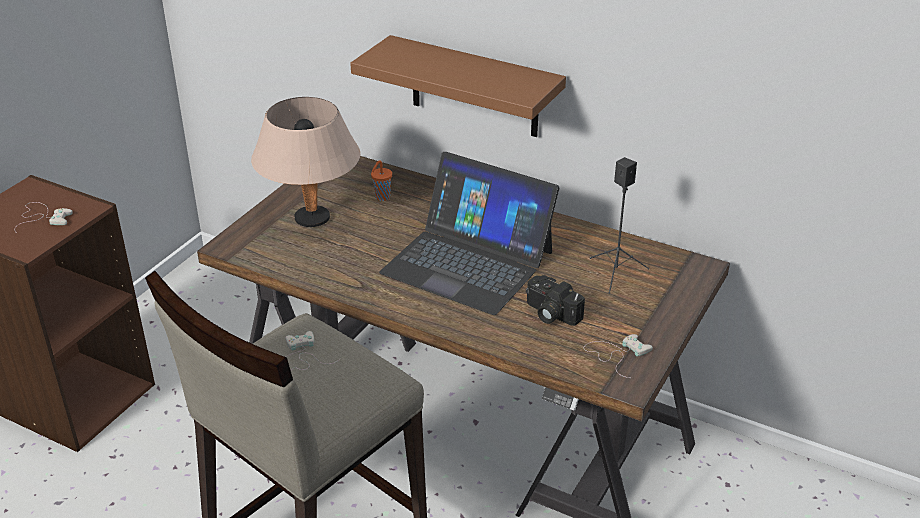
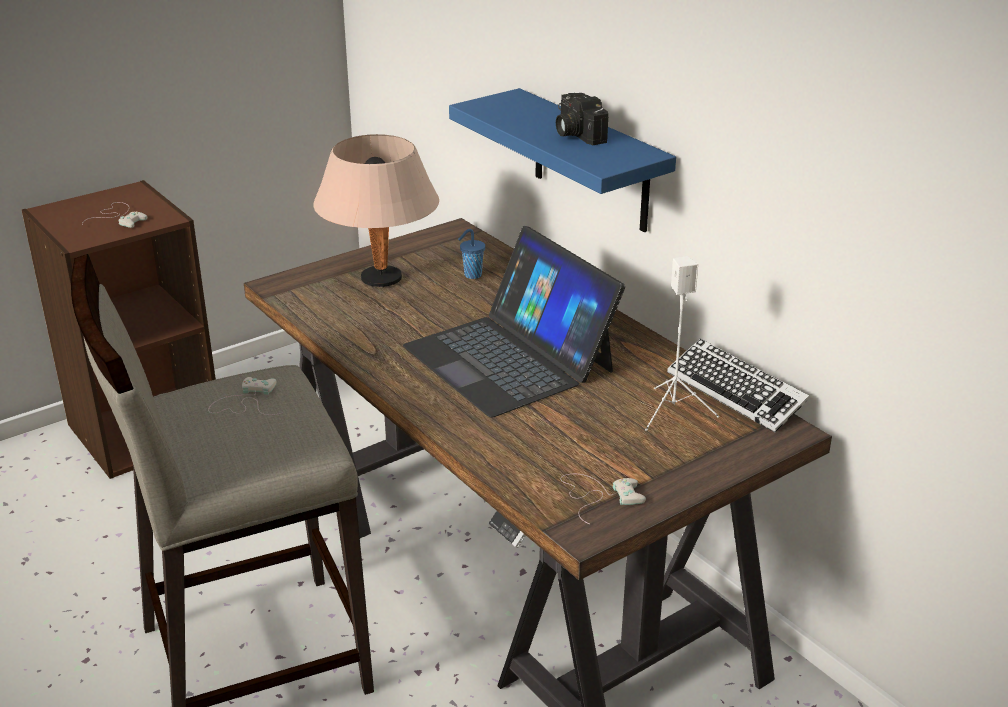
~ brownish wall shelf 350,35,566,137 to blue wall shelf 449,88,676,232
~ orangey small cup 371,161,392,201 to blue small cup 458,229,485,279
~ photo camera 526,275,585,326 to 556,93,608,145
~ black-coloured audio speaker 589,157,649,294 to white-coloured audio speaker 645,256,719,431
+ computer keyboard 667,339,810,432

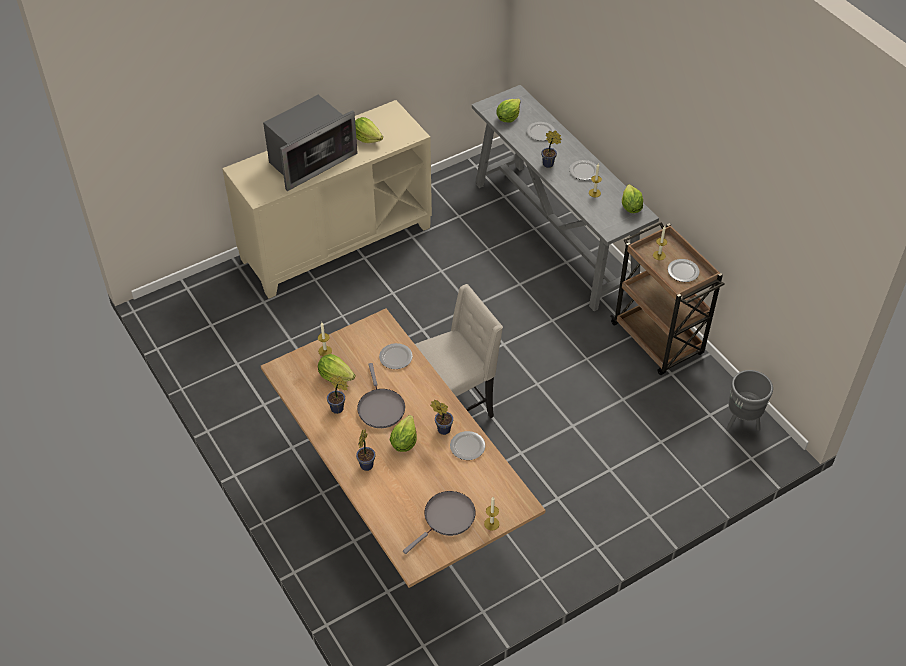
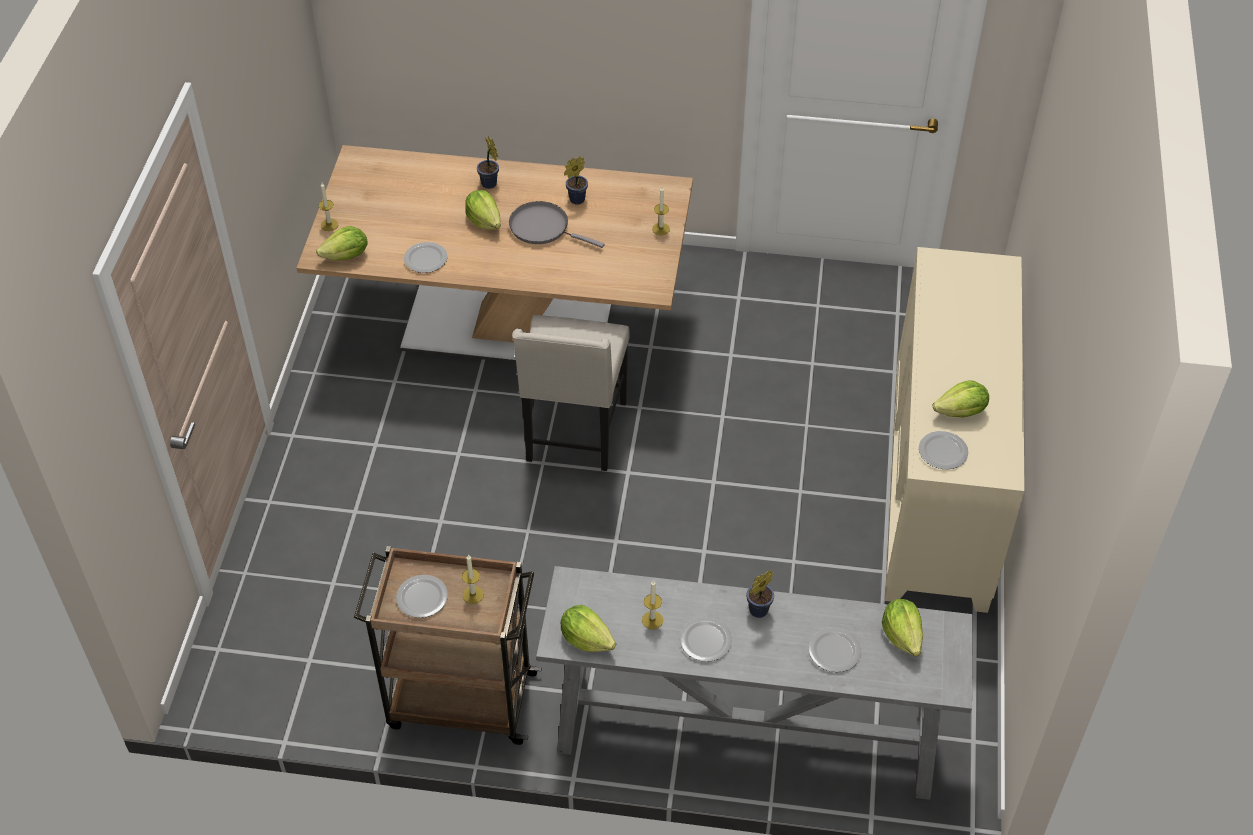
- kitchen microwave 263,95,358,191
~ lettuce head 318,354,355,382 to 316,226,368,260
~ dinner plate 379,343,413,369 to 919,431,968,469
- greyish frying pan 403,491,476,554
- houseplant 430,400,453,435
- greyish flower pot 726,370,773,431

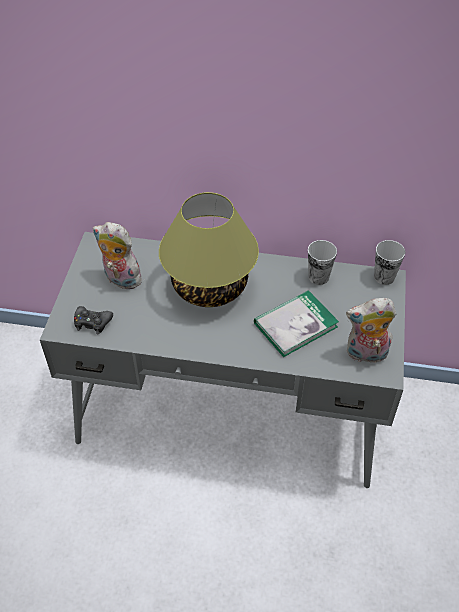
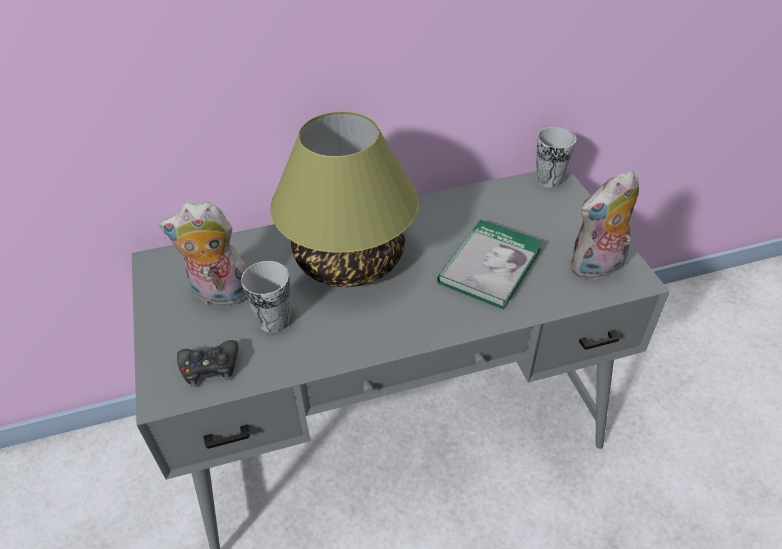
~ small cup 308,240,337,285 to 241,261,291,333

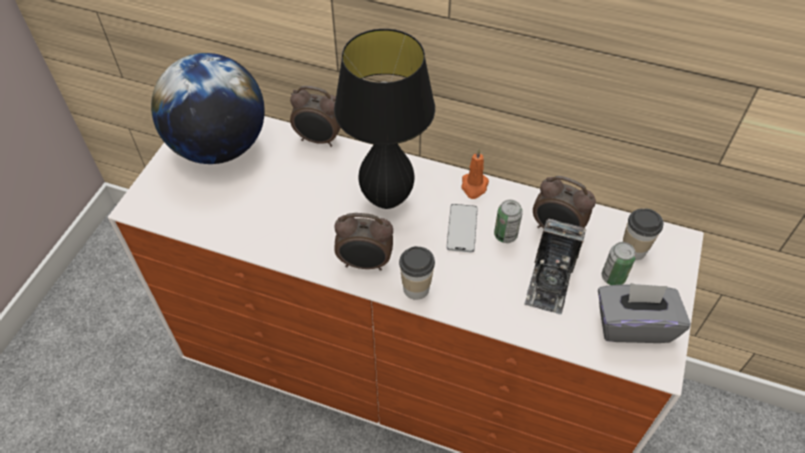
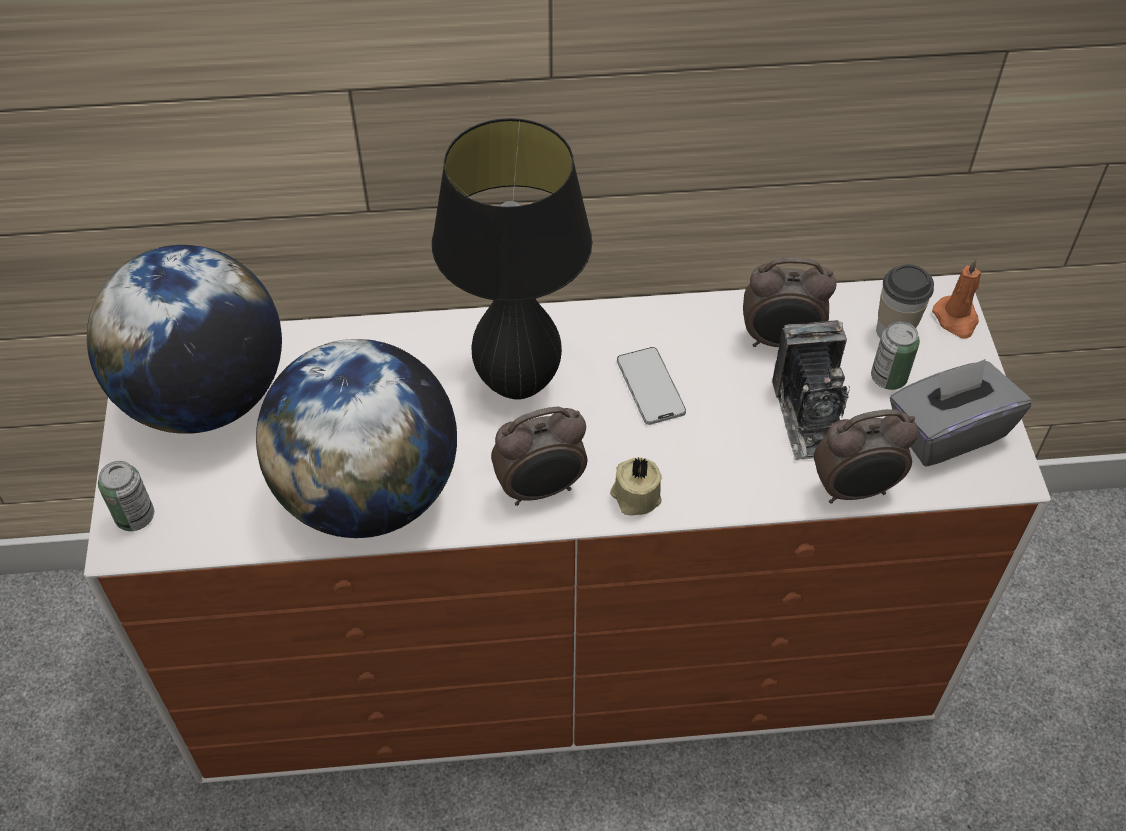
~ bedside clock 290,86,341,147 to 814,409,918,504
~ small cup 399,246,435,300 to sand-coloured wax light 610,457,662,516
~ orangey wax light 461,149,489,199 to 932,259,981,339
~ metal can 494,200,523,243 to 98,461,154,531
+ desk globe 256,339,457,538

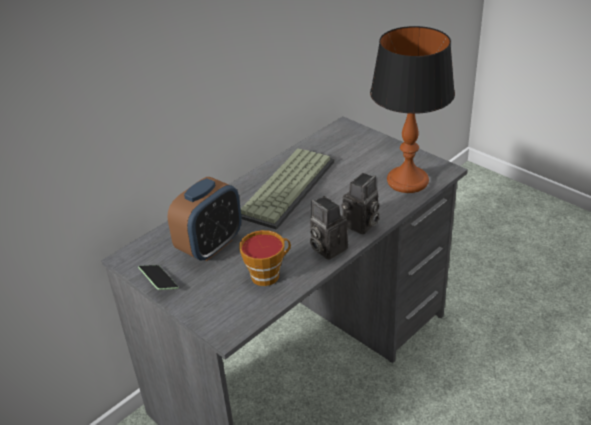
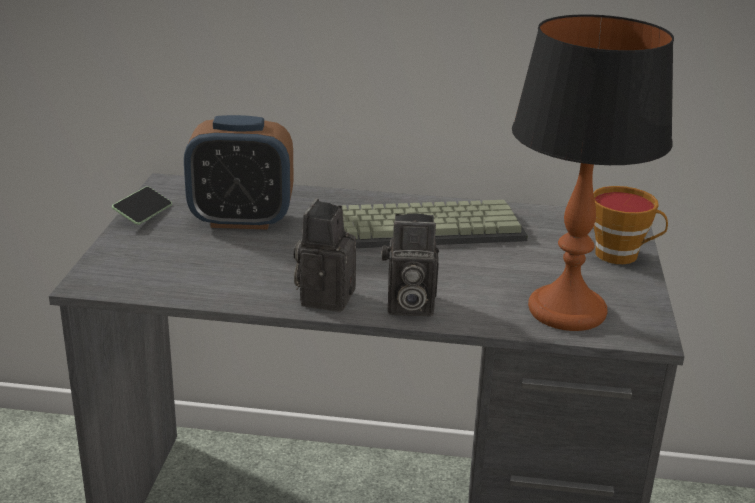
~ small cup 239,230,291,286 to 593,186,668,264

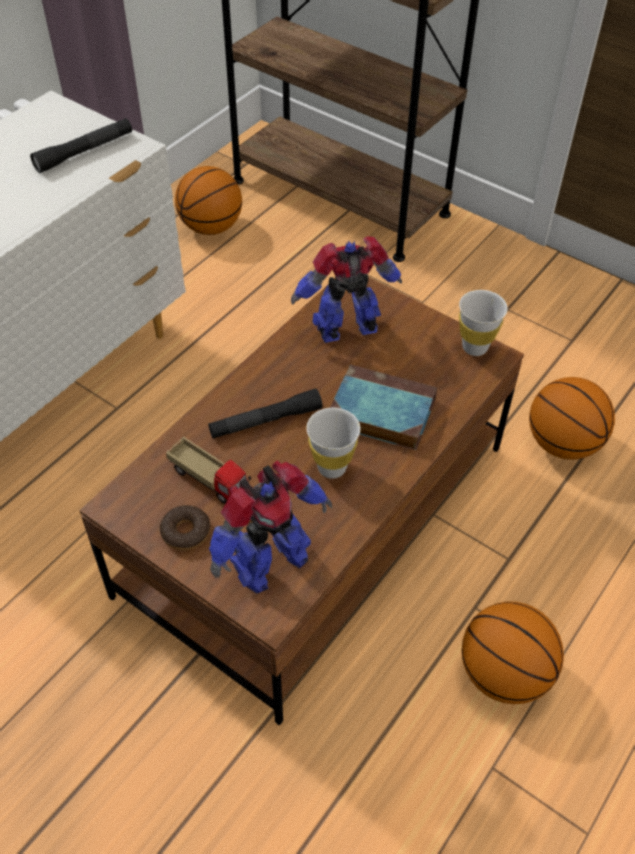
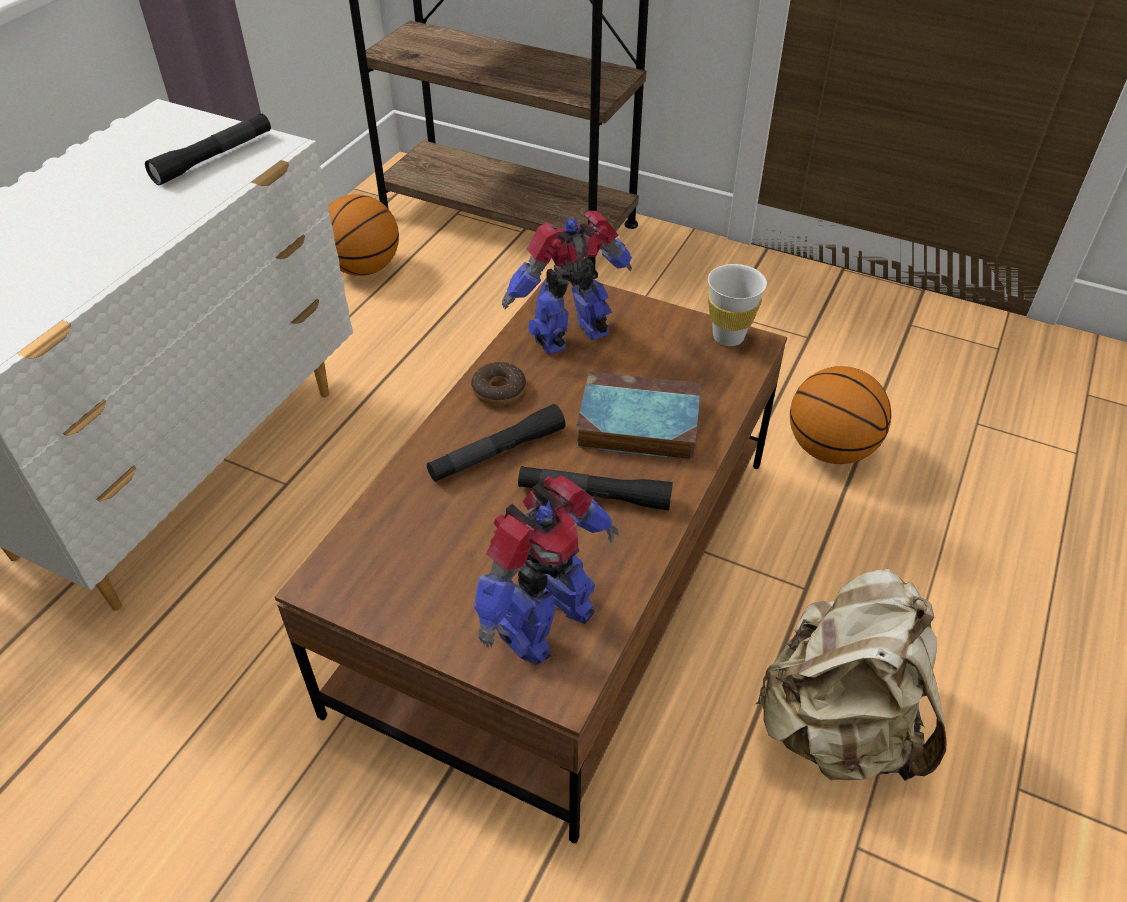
~ doughnut 160,505,210,551 to 471,362,526,405
- model truck 166,437,251,504
~ white-coloured small cup 306,408,360,479 to black-coloured hand torch 518,466,673,511
~ basketball ball 462,601,564,704 to sand-coloured knapsack 755,569,947,781

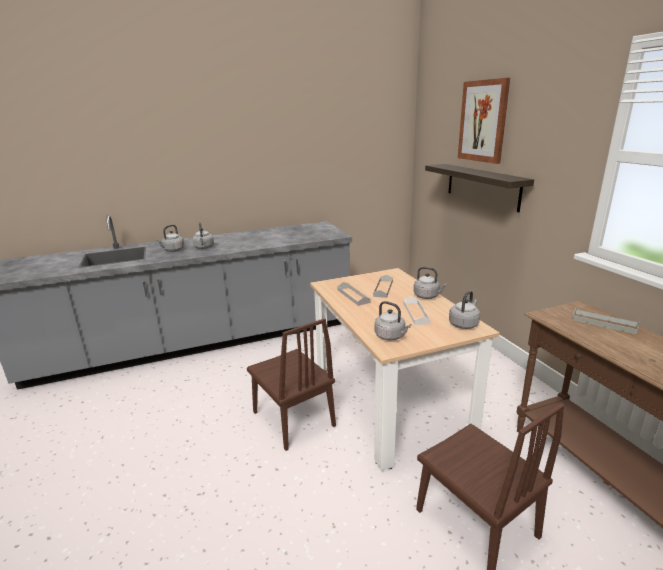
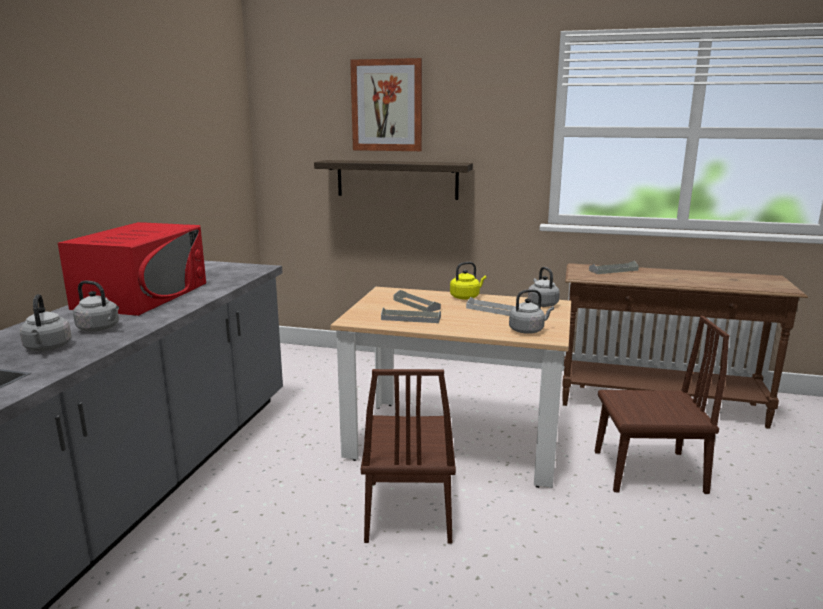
~ brownish chair 247,318,336,451 = 361,369,456,544 90 degrees clockwise
~ greyish water kettle 414,267,447,299 to yellow-coloured water kettle 450,262,487,300
+ red-coloured kitchen microwave 58,222,206,316

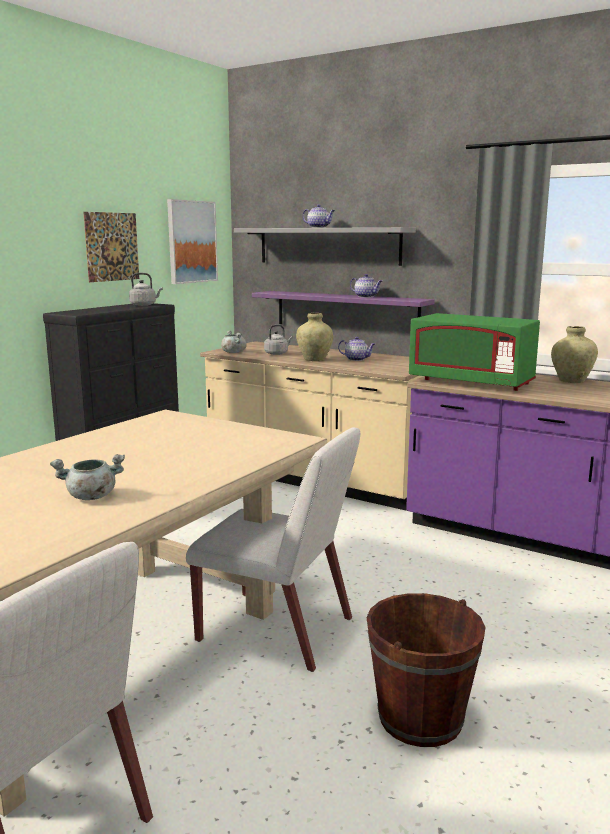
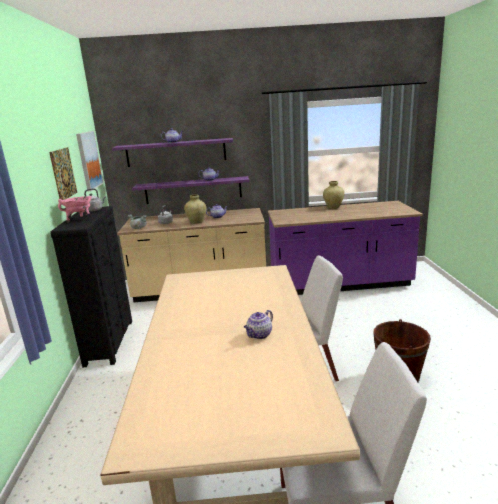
~ greyish cooking pot 50,454,125,500 to pot for tea 244,310,273,339
~ greyish wall shelf 234,227,416,266 to purple wall shelf 112,138,233,167
- greenish kitchen microwave 409,313,540,391
+ pink-coloured cooking pot 58,196,92,223

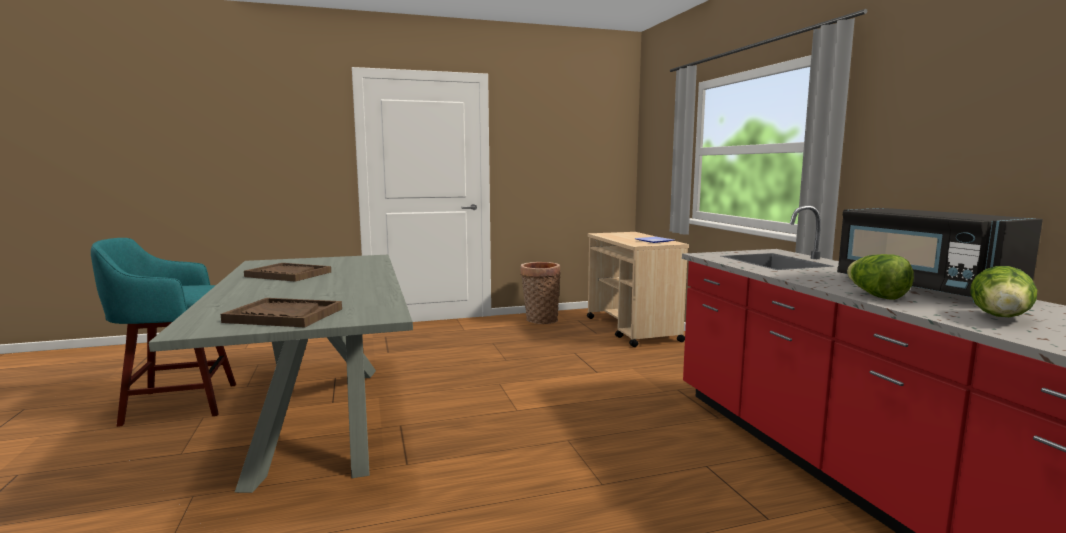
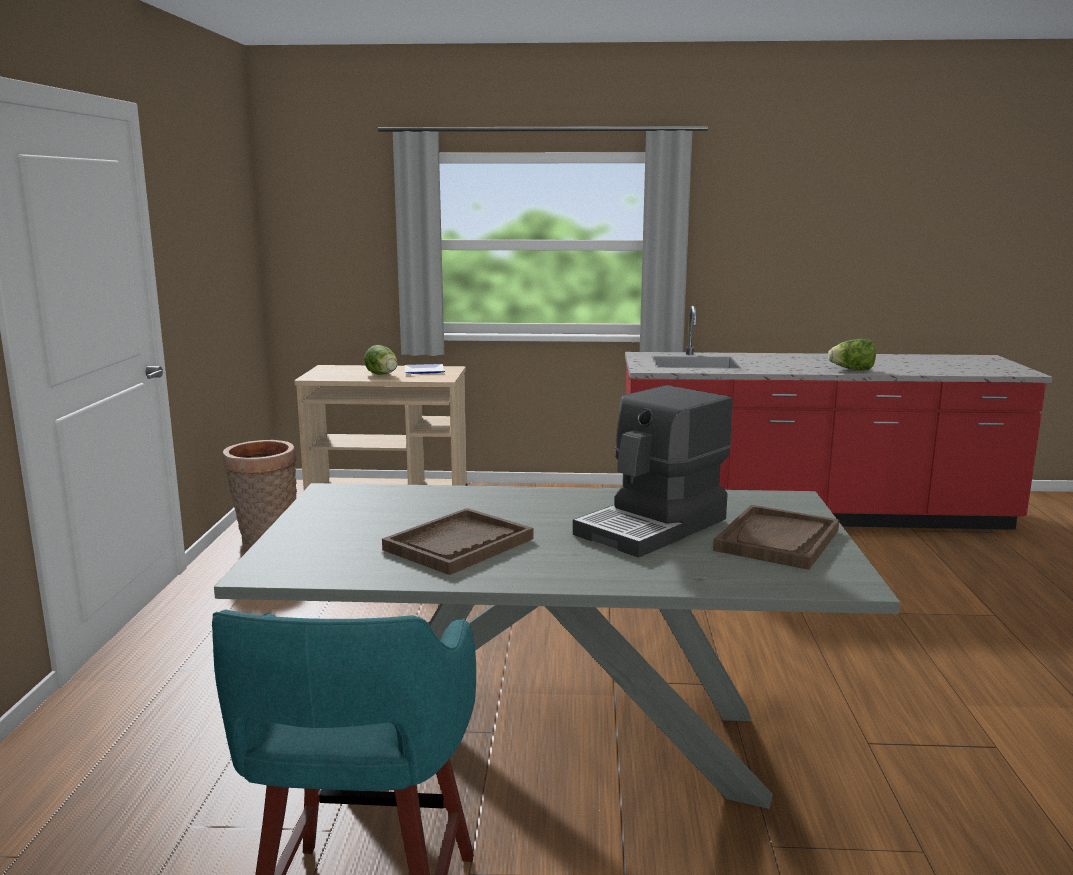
- black-coloured kitchen microwave 837,208,1043,303
~ lettuce head 970,266,1037,317 to 364,345,397,375
+ coffee brewer 573,385,733,558

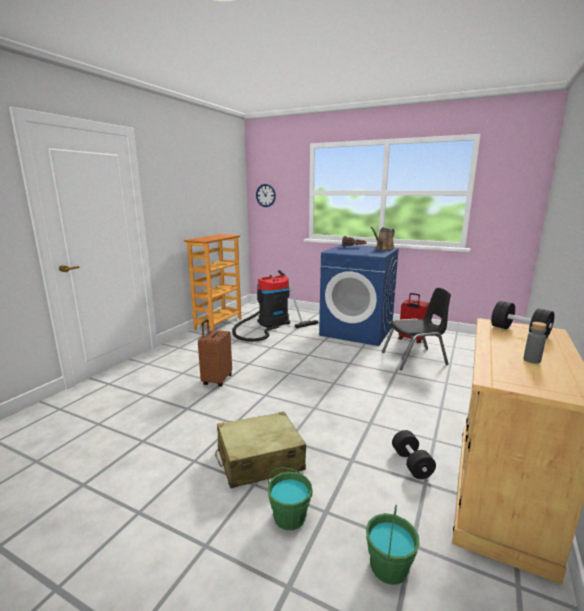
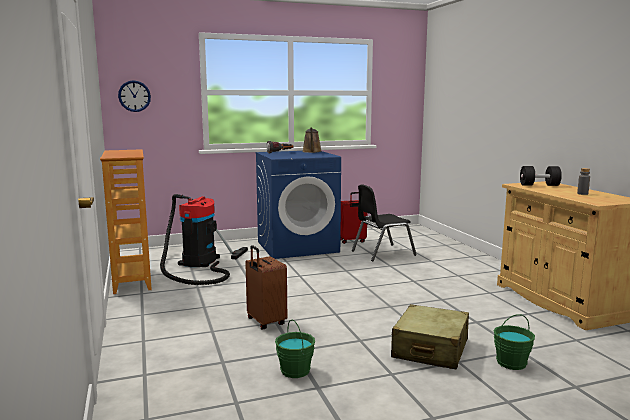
~ greenish bucket 366,505,420,585 to 275,319,315,378
~ black-coloured chair 382,288,451,370 = 352,184,417,262 150 degrees counterclockwise
- black-coloured free weight 392,430,436,479

